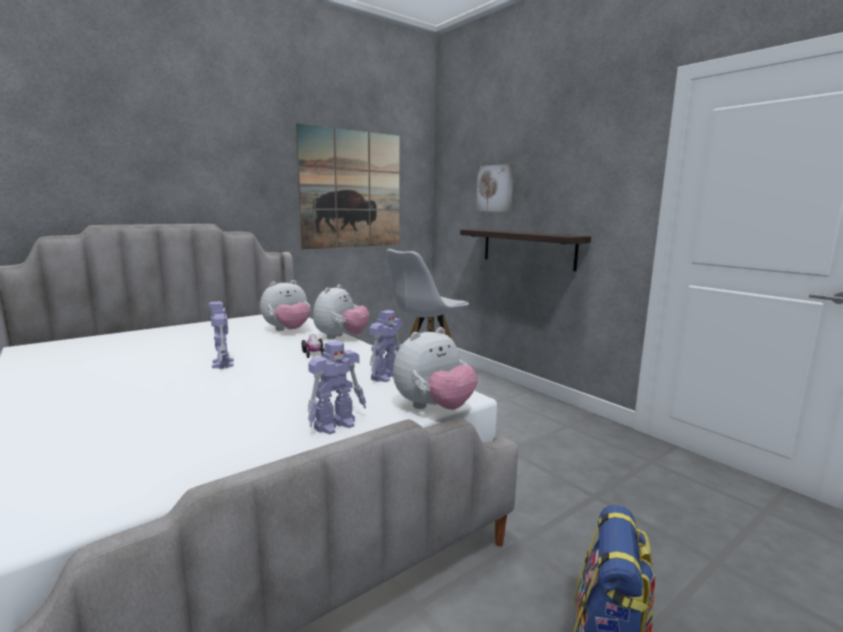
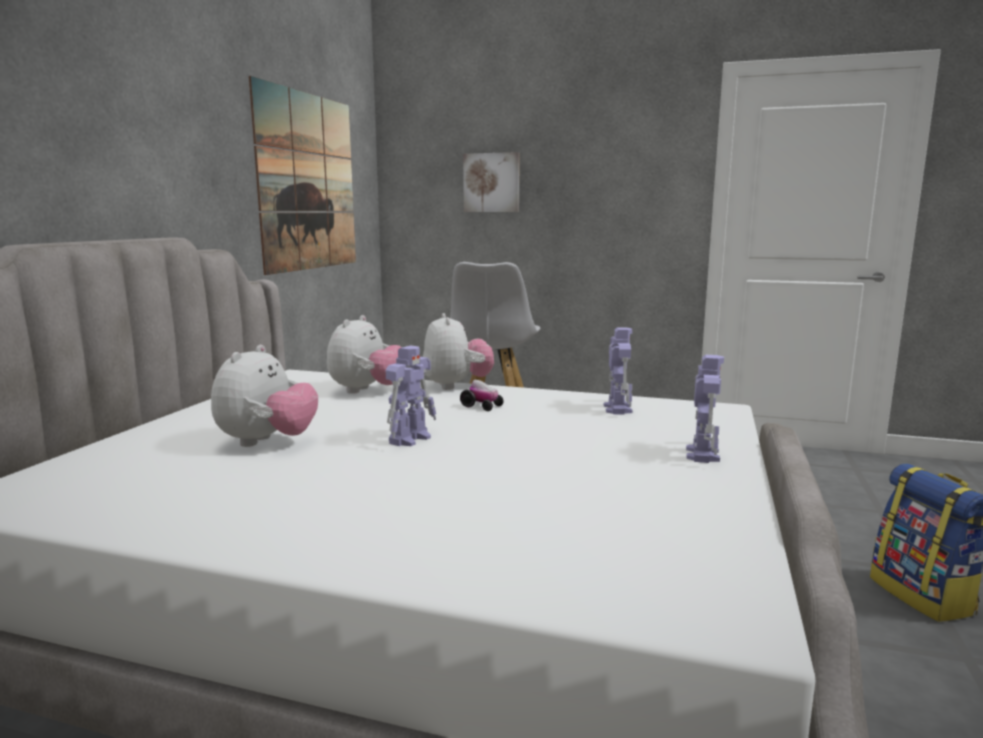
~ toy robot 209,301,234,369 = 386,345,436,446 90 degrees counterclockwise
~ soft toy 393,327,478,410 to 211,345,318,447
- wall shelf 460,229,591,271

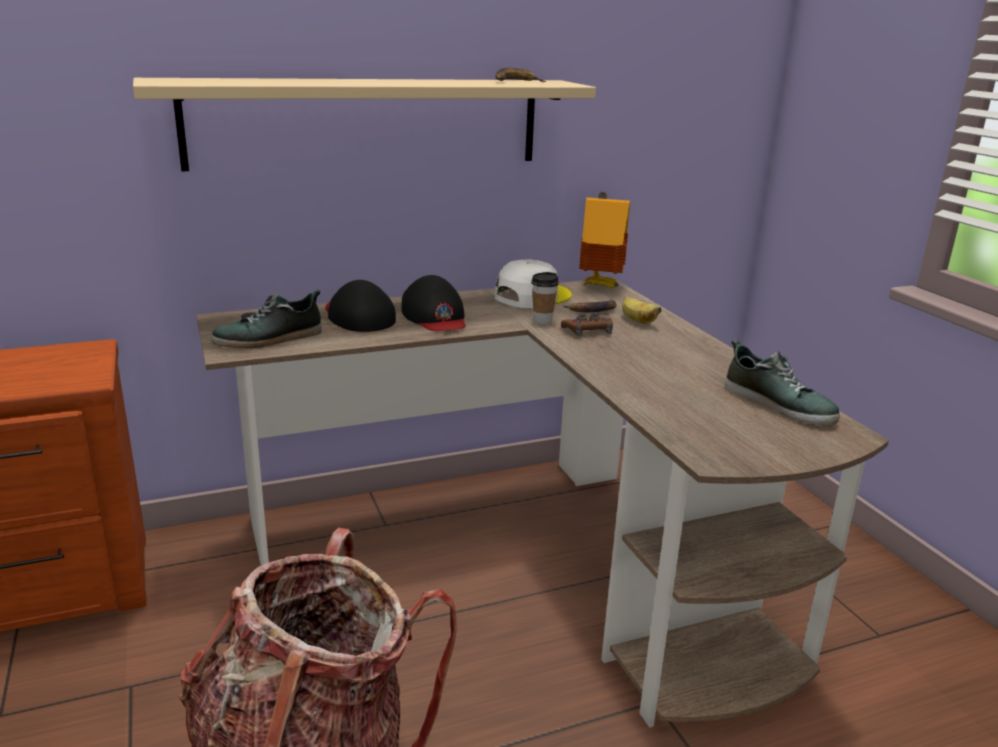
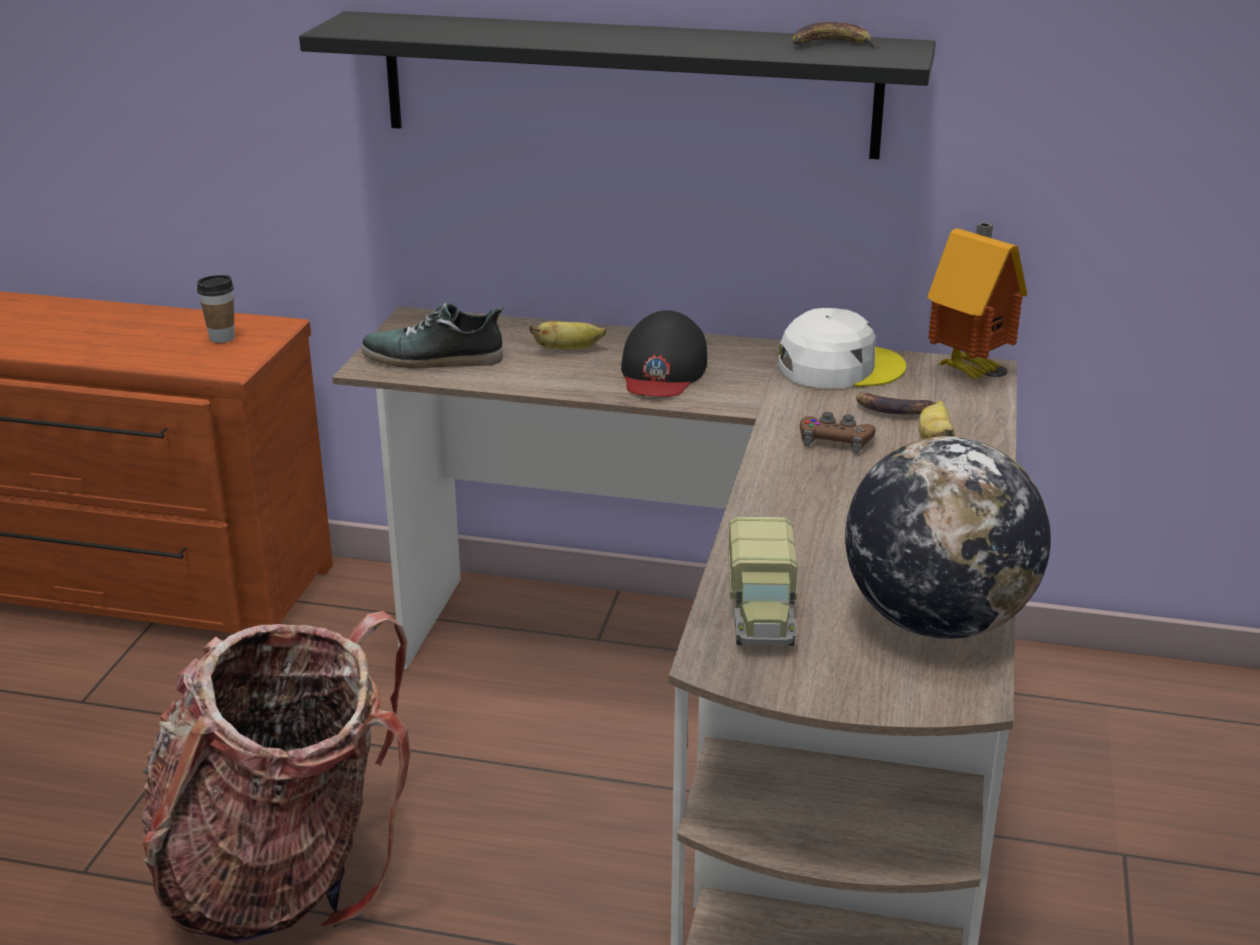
~ sand-coloured wall shelf 133,78,596,171 to black-coloured wall shelf 299,11,936,159
~ black-coloured baseball cap 325,280,396,332 to banana 530,321,606,349
~ small cup 531,272,559,324 to 197,275,235,343
~ shoe 725,340,840,425 to desk globe 845,436,1051,639
+ model truck 728,517,797,646

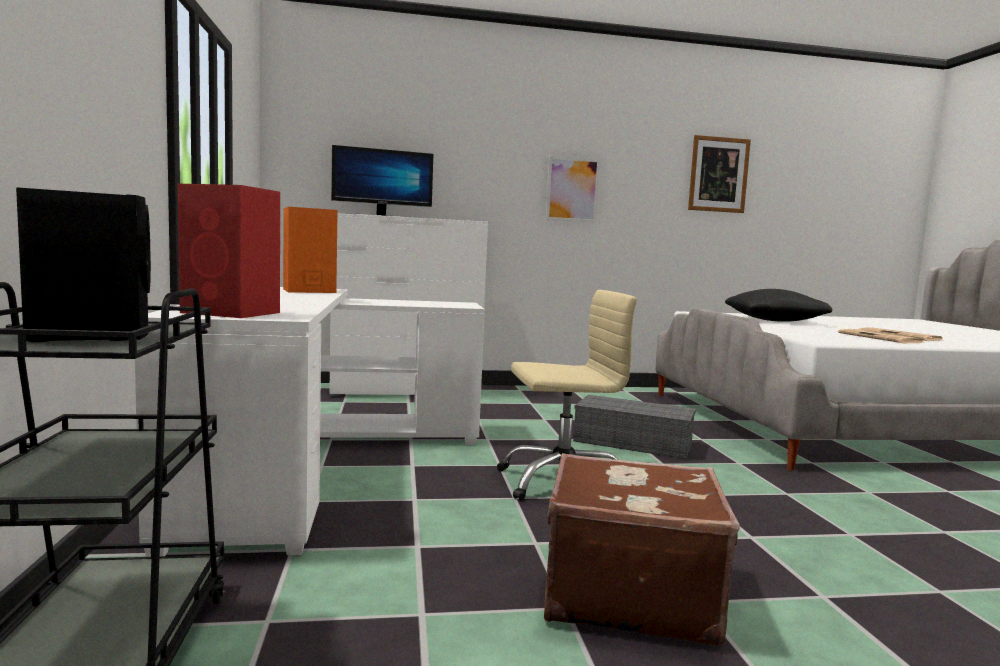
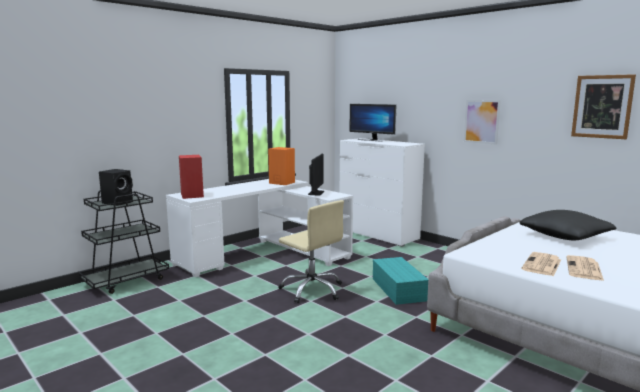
- brownish travel case 544,453,740,645
~ greyish storage bin 573,395,696,459 to turquoise-coloured storage bin 373,257,428,305
+ monitor 308,154,324,195

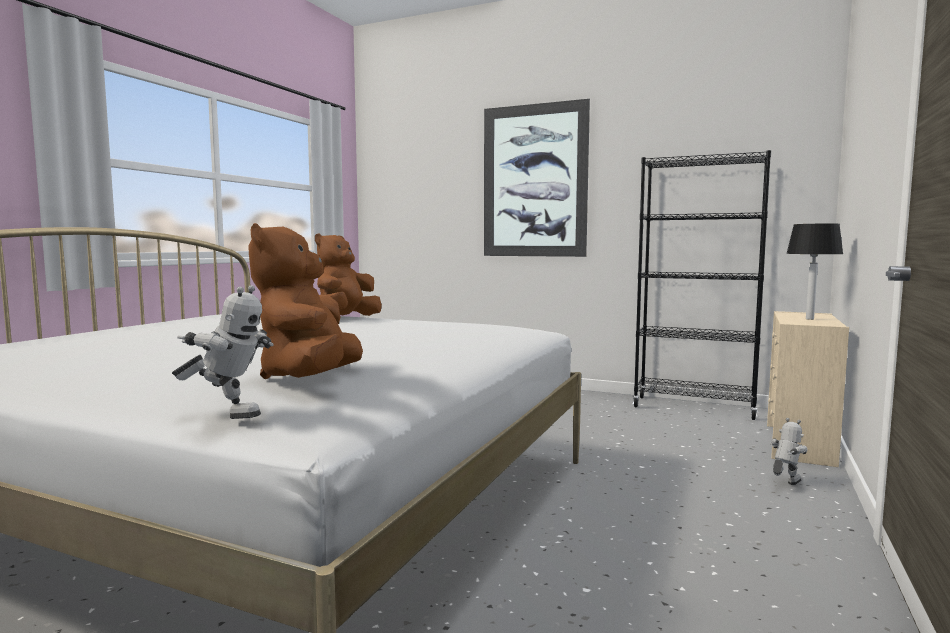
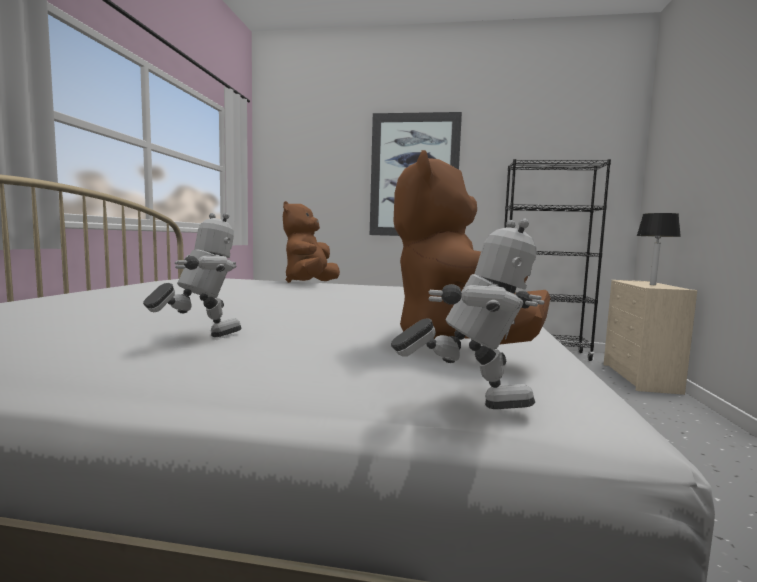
~ toy robot 770,418,807,485 to 143,213,241,337

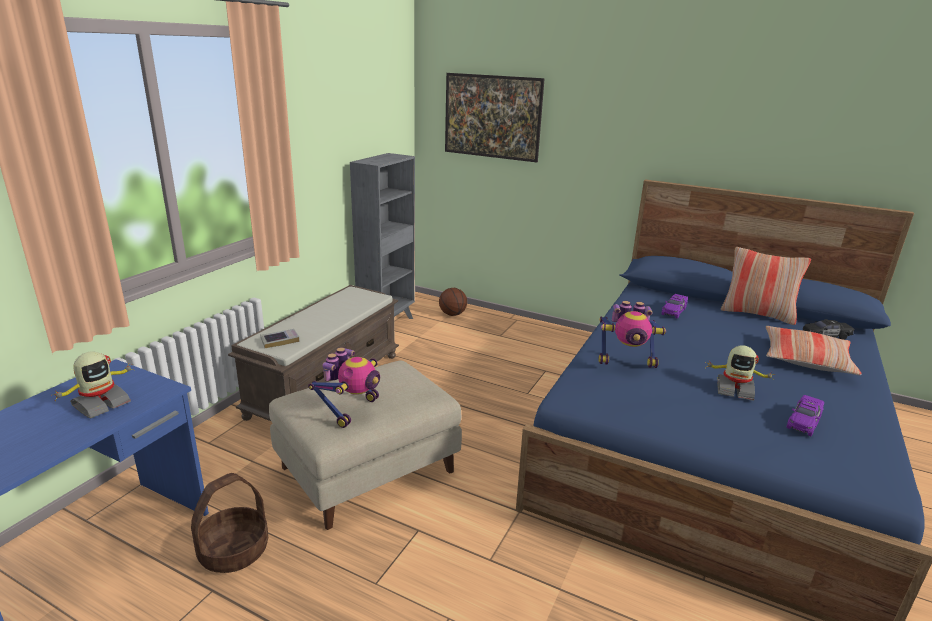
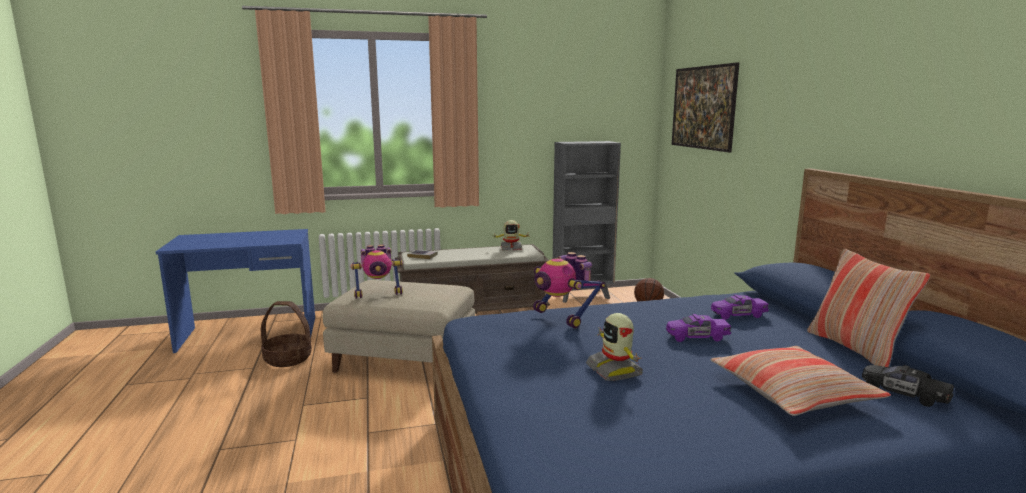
~ toy robot 51,351,134,418 to 493,220,529,250
~ purple model car 787,395,824,436 to 666,314,731,342

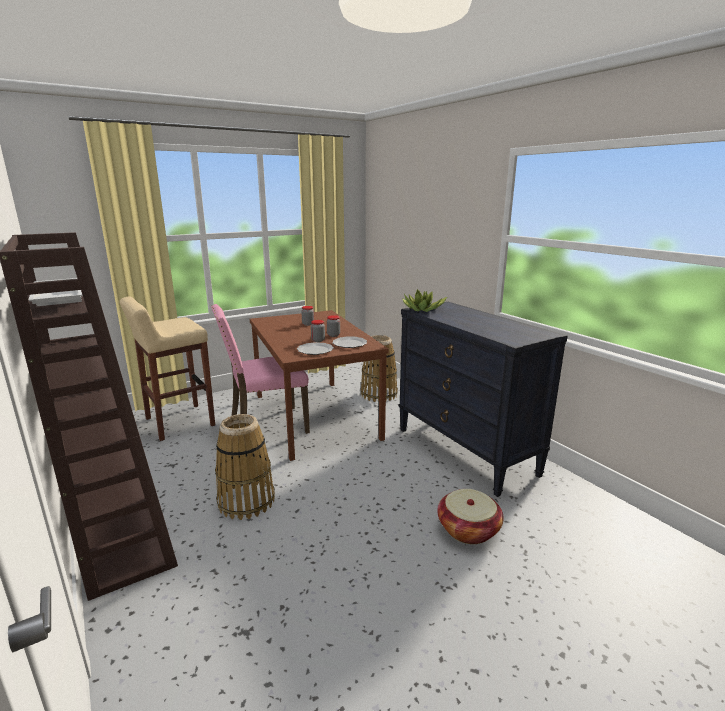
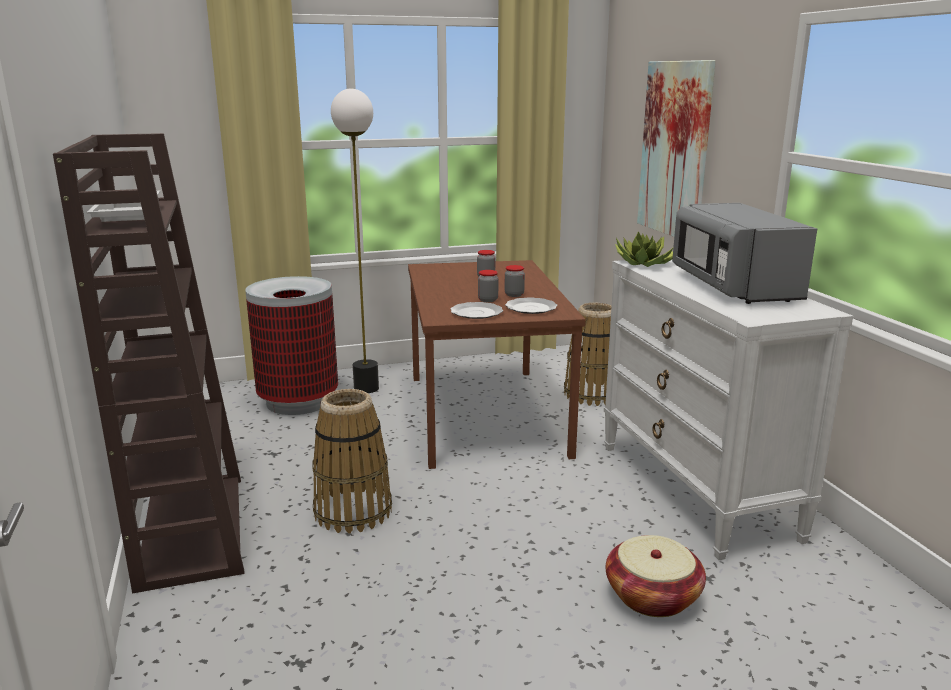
~ sand-coloured sitting stool 119,296,215,441 to trash can 246,276,338,415
- pink-coloured chair 211,304,310,434
~ black-coloured drawer chest 399,302,568,497 to white-coloured drawer chest 604,258,853,560
+ floor lamp 331,89,379,393
+ wall picture 637,60,716,237
+ greyish kitchen microwave 672,203,817,304

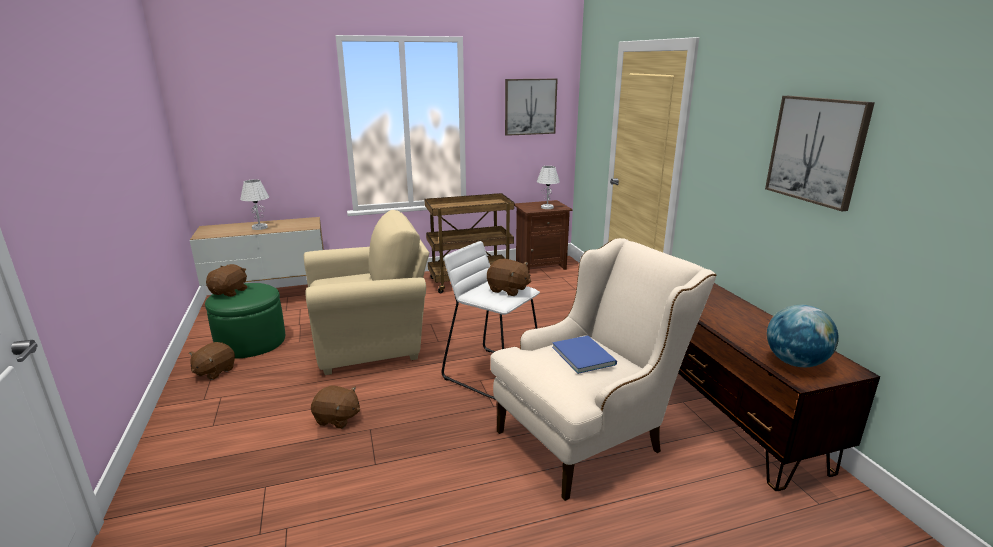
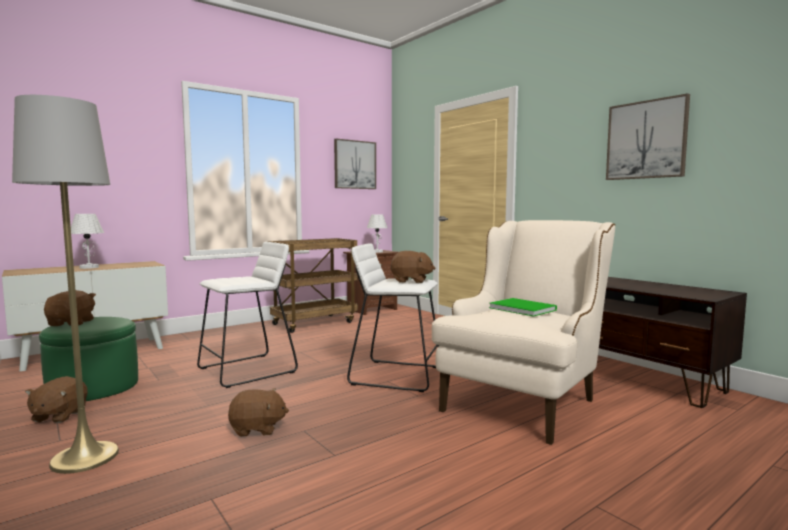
~ sand-coloured armchair 304,210,430,375 to white-coloured sitting stool 197,242,298,388
~ blue bound book 552,336,617,374 to greenish bound book 489,298,557,317
- desk globe 767,305,839,367
+ greyish floor lamp 12,95,119,474

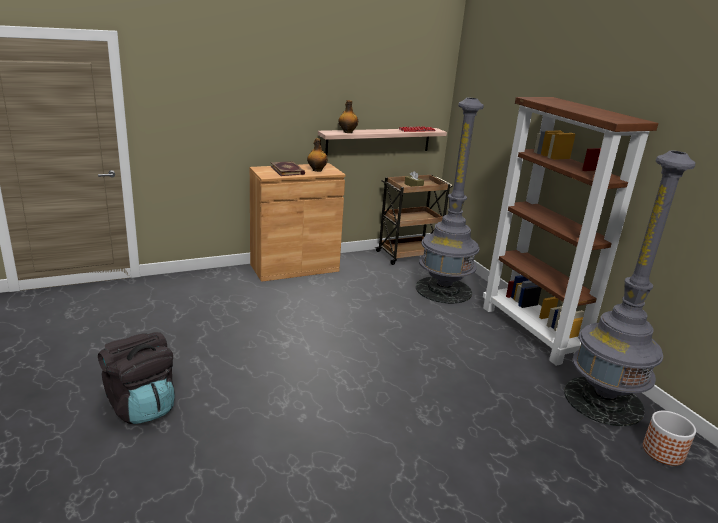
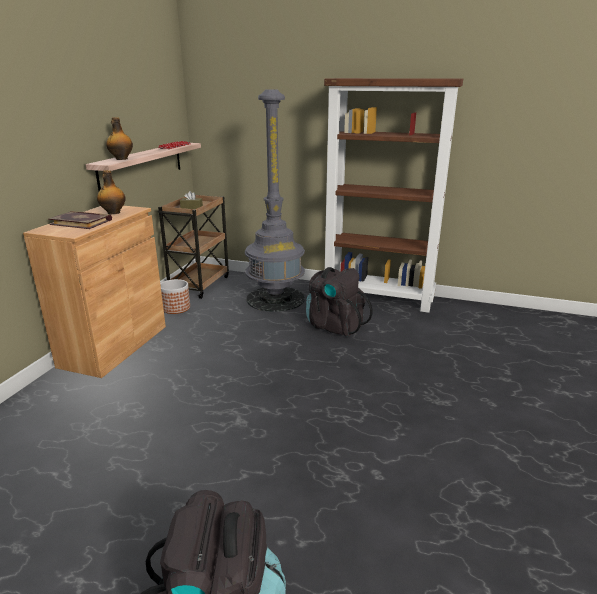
- greyish floor lamp 564,151,695,426
~ flower pot 643,411,696,466 to 160,279,190,314
+ black-coloured knapsack 306,267,372,337

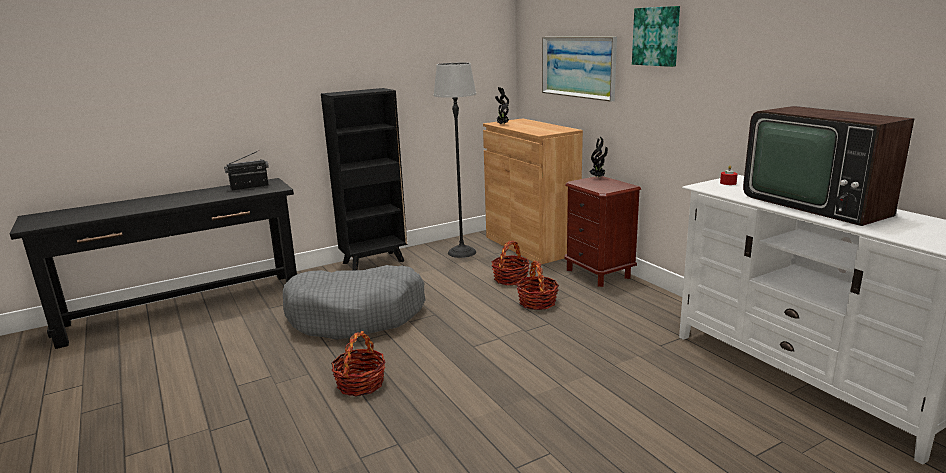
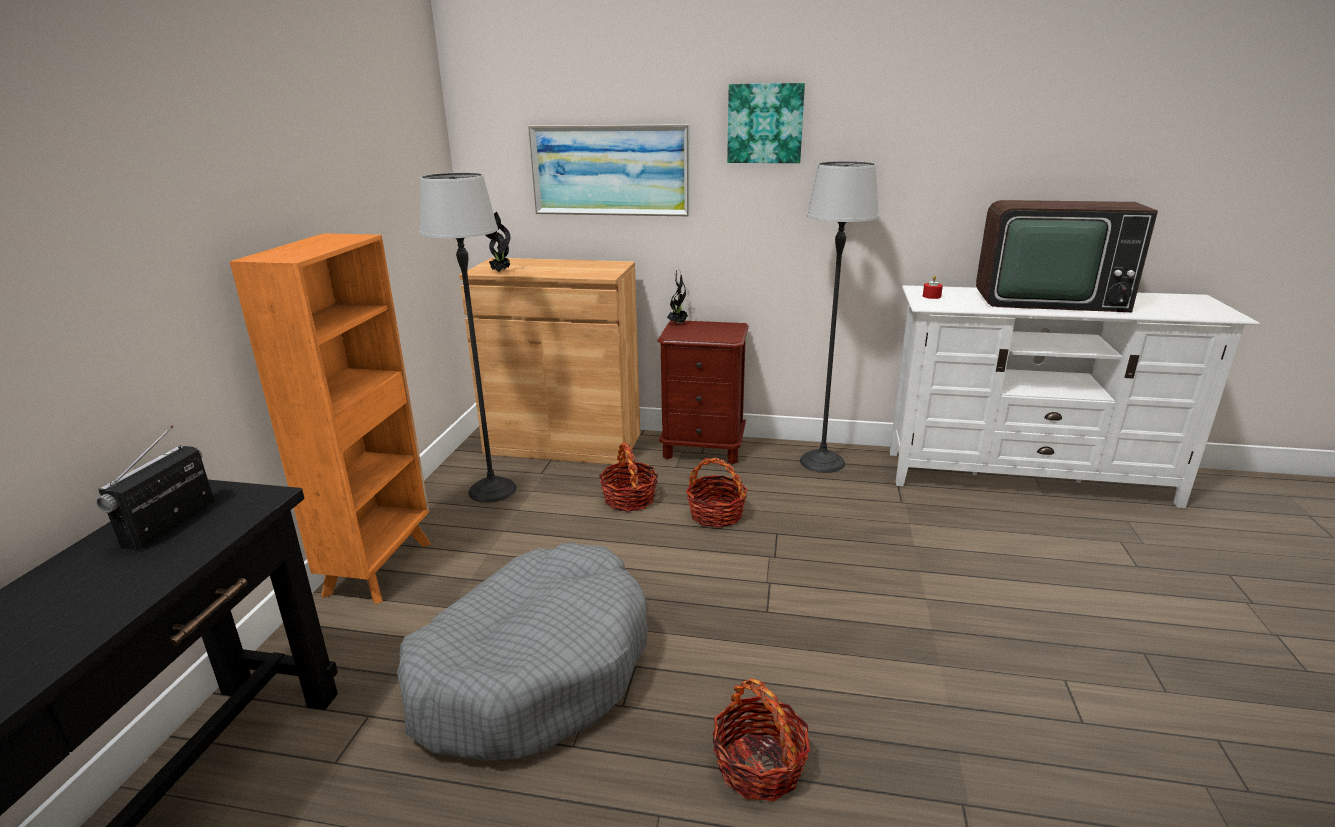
~ black-coloured shelving unit 321,88,407,270 to orangey shelving unit 230,233,431,604
+ floor lamp 800,161,879,473

